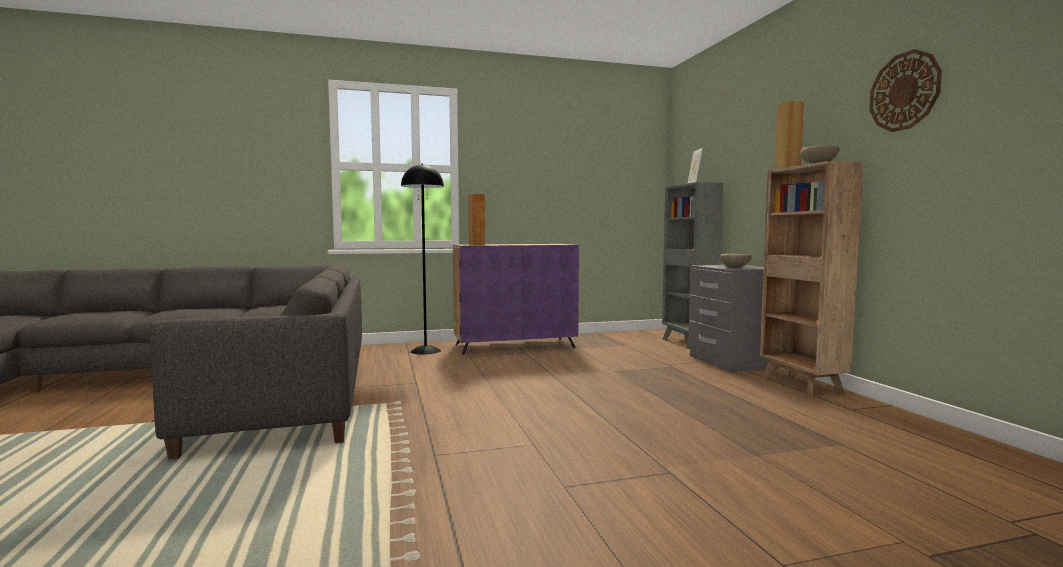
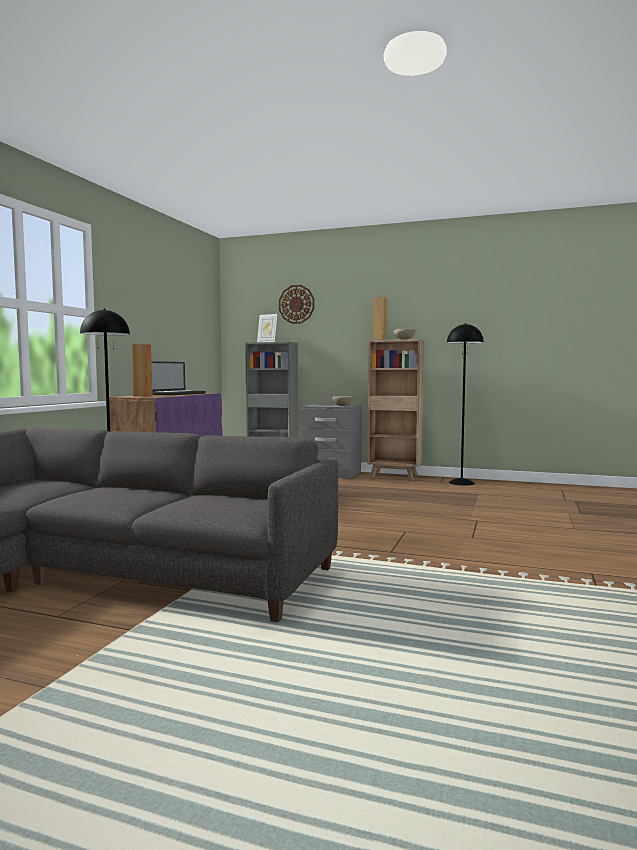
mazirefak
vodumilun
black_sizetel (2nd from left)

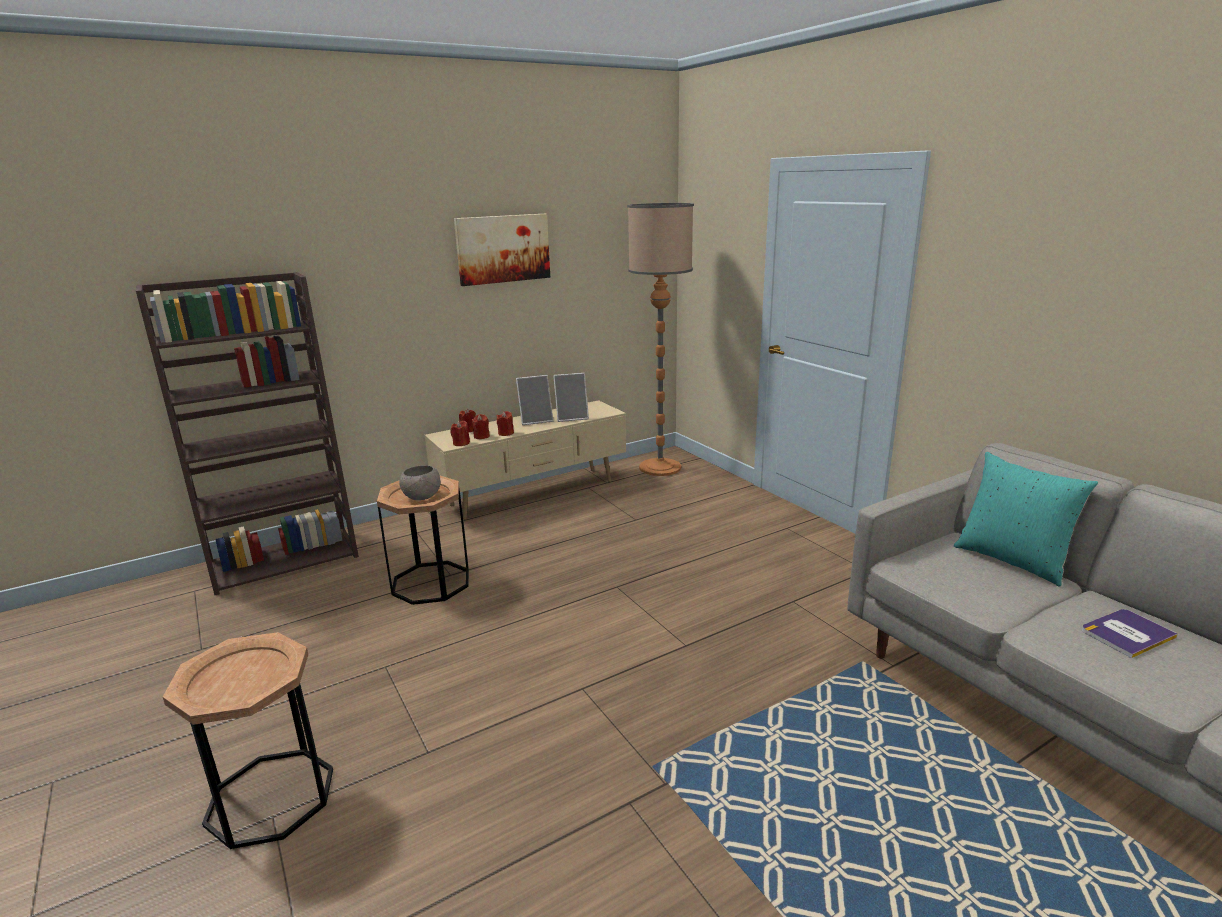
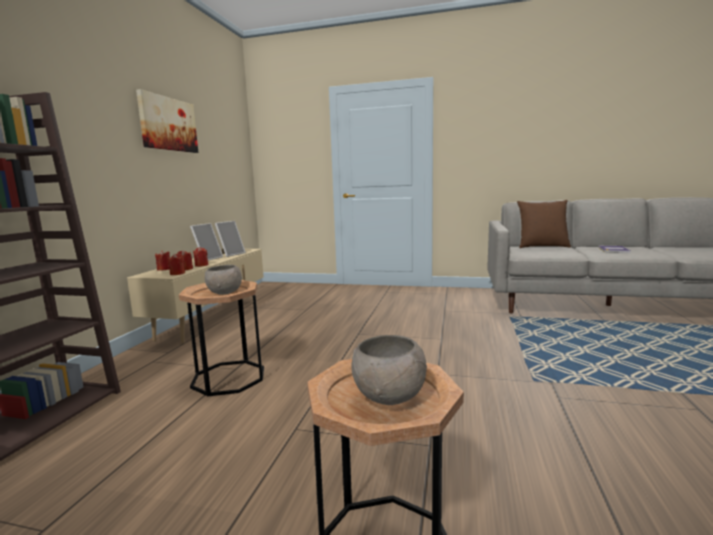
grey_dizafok (2nd from left)
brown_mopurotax
sizetel

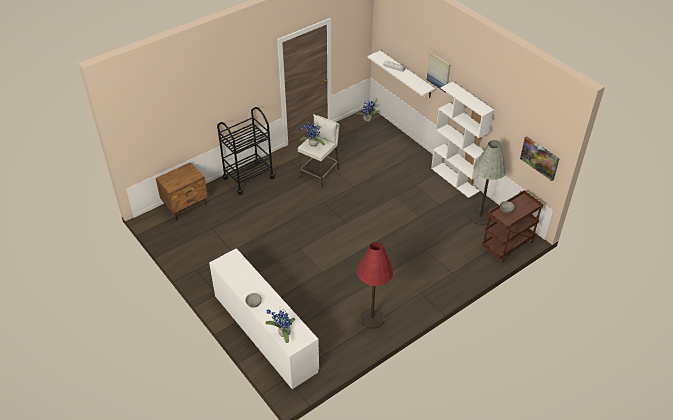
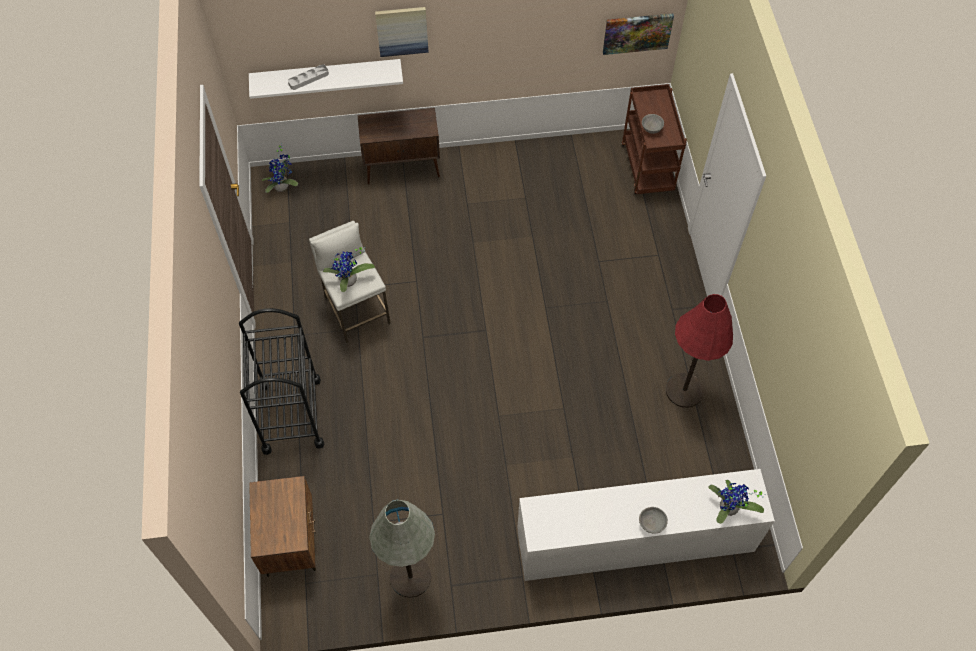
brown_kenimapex
grey_sizetel
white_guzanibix

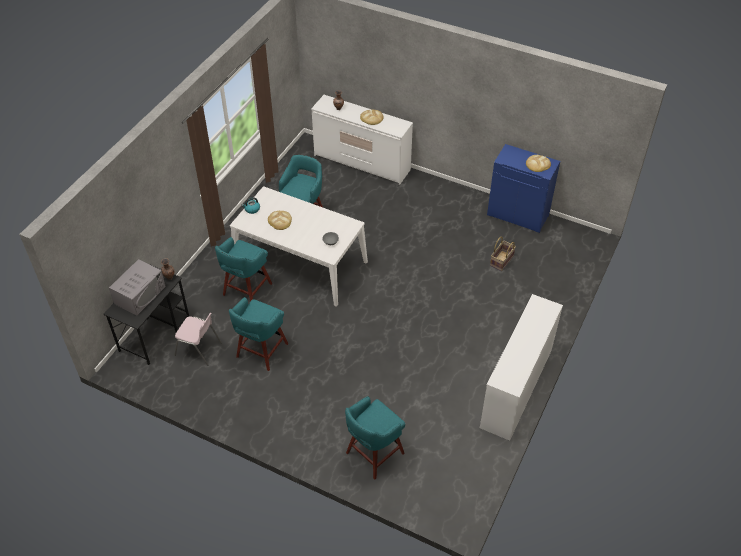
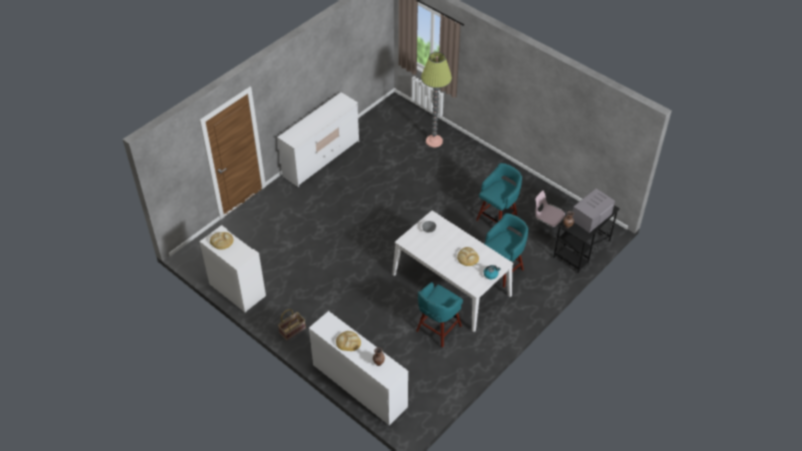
white_kenimapex
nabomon
sizetel

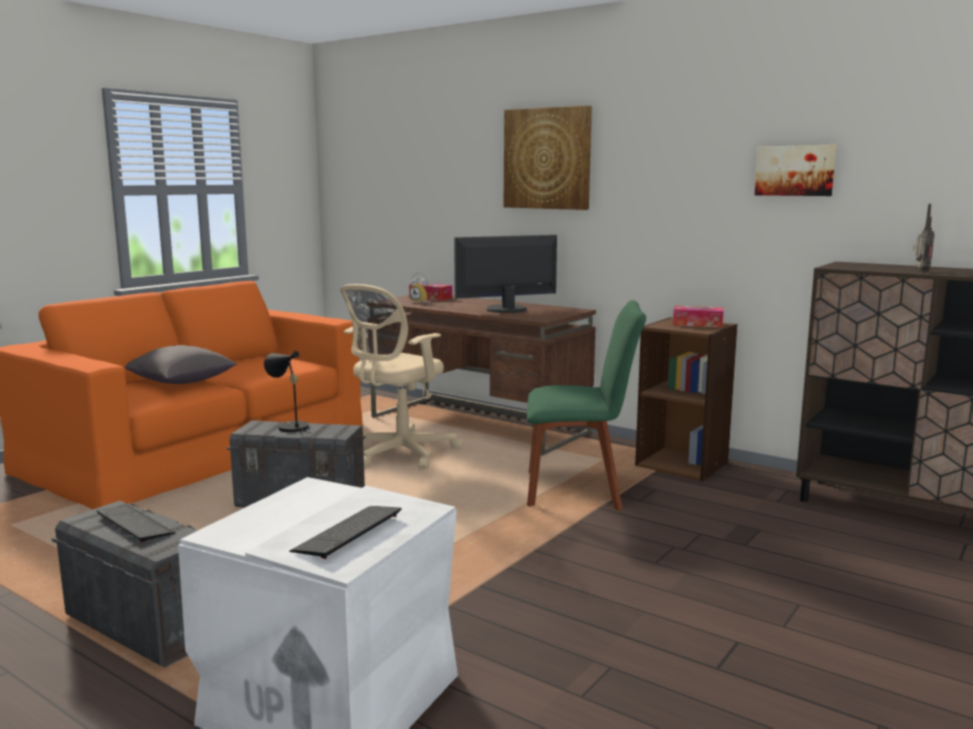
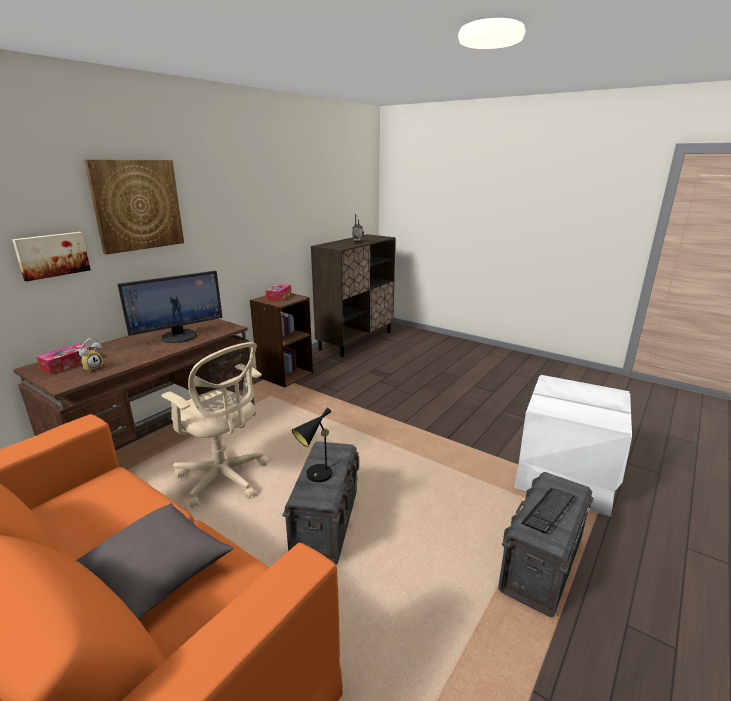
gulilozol (1st from left)
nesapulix
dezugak (2nd from left in the first image)
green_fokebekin

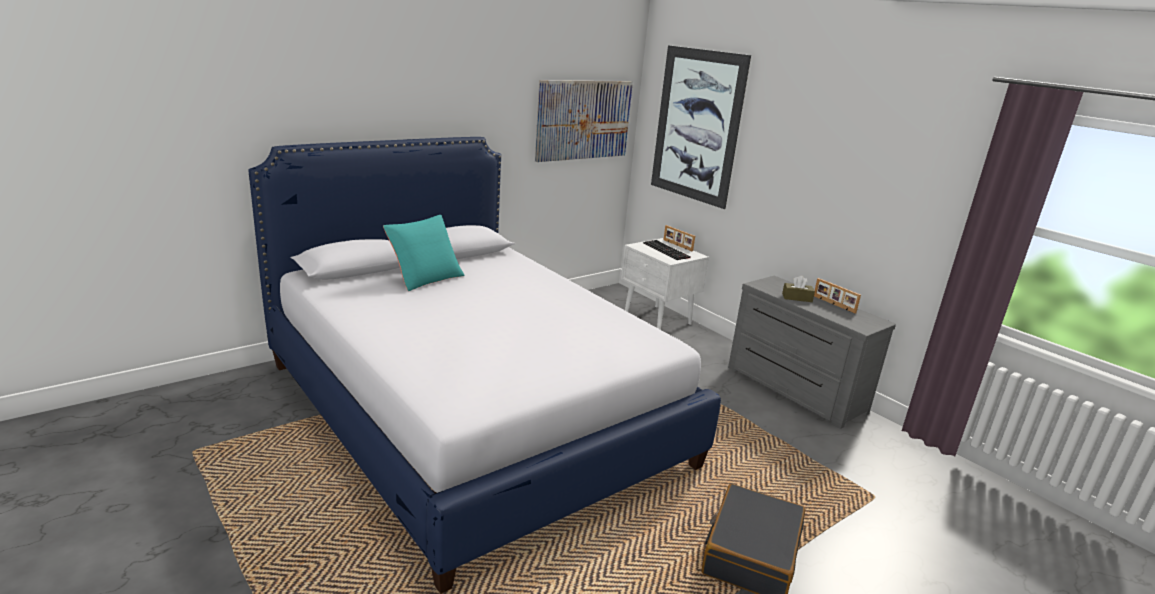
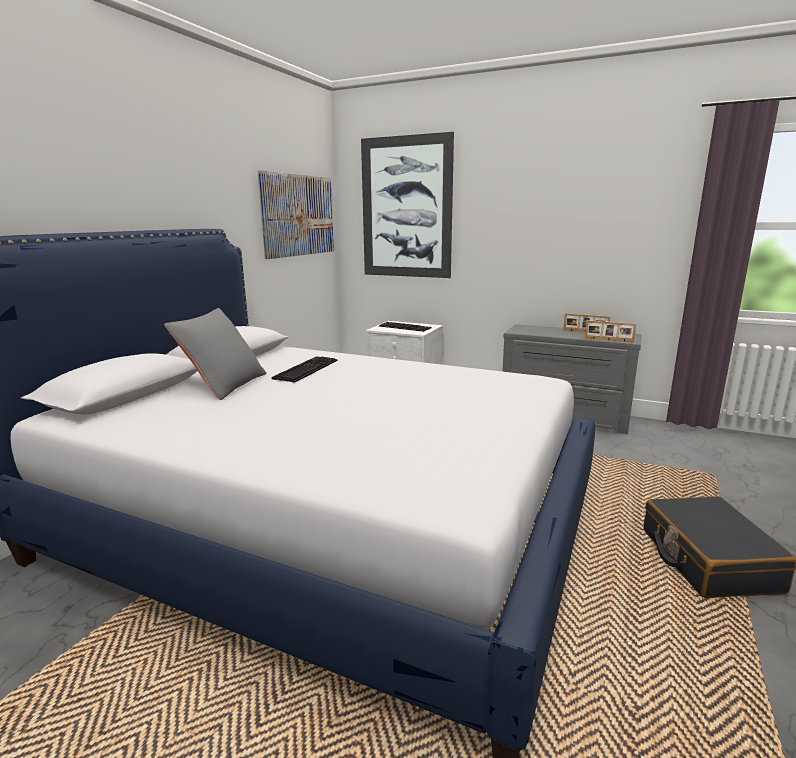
grey_mopurotax
dezugak (1st from left)
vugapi (2nd from left)
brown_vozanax

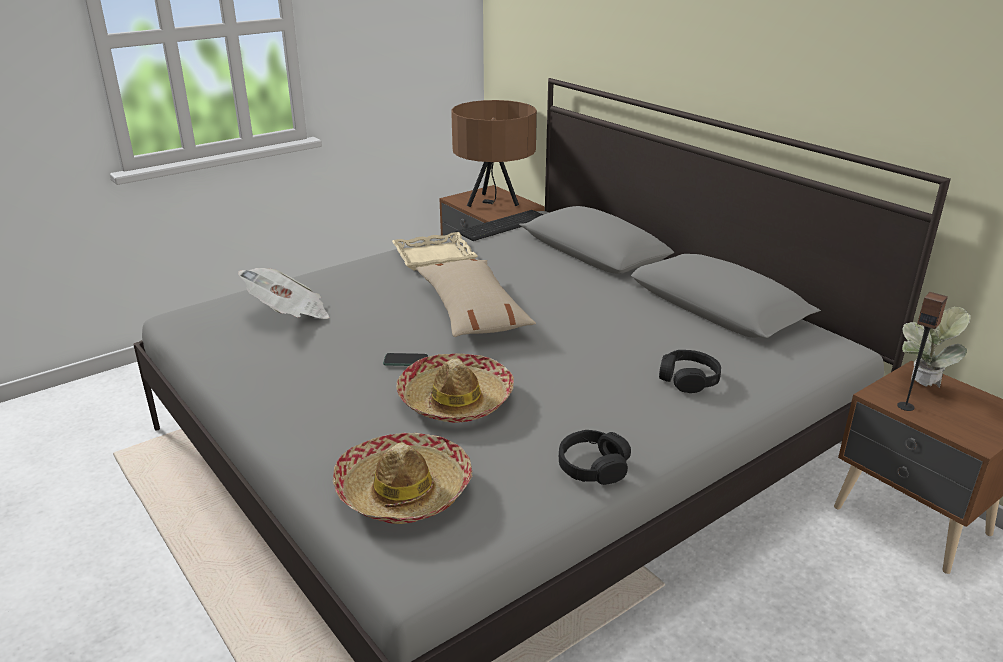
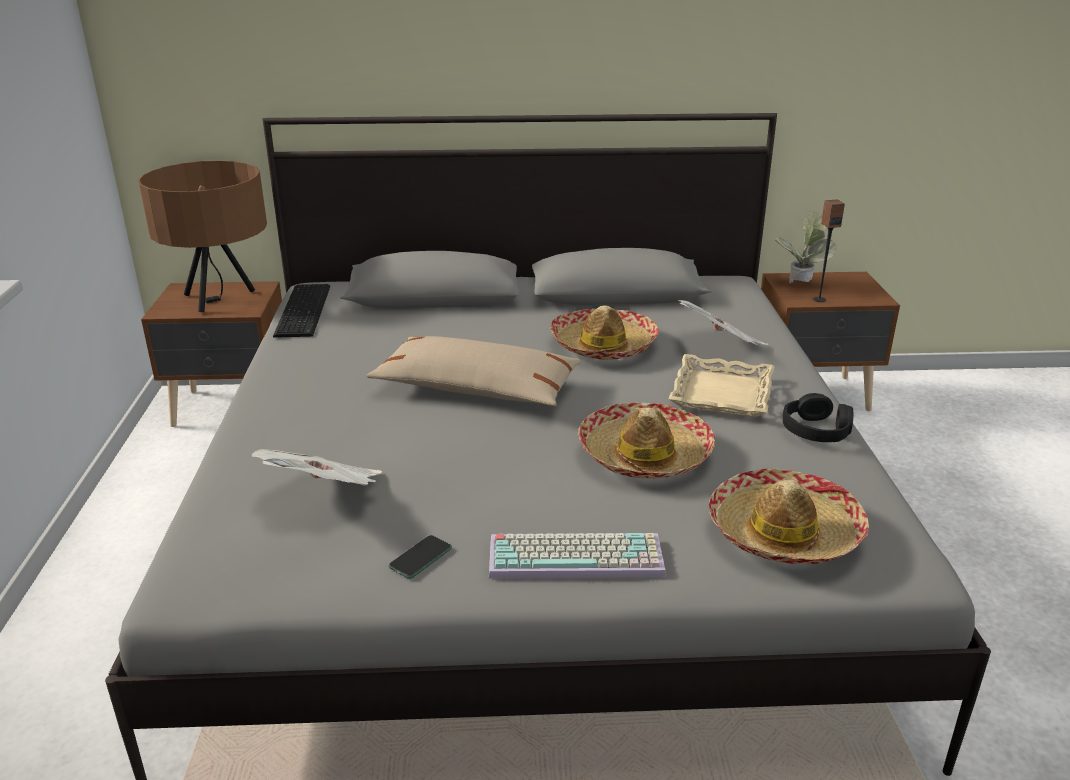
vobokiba
dezugak (2nd from left)
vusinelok (1st from left)
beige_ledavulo
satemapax (2nd from left)

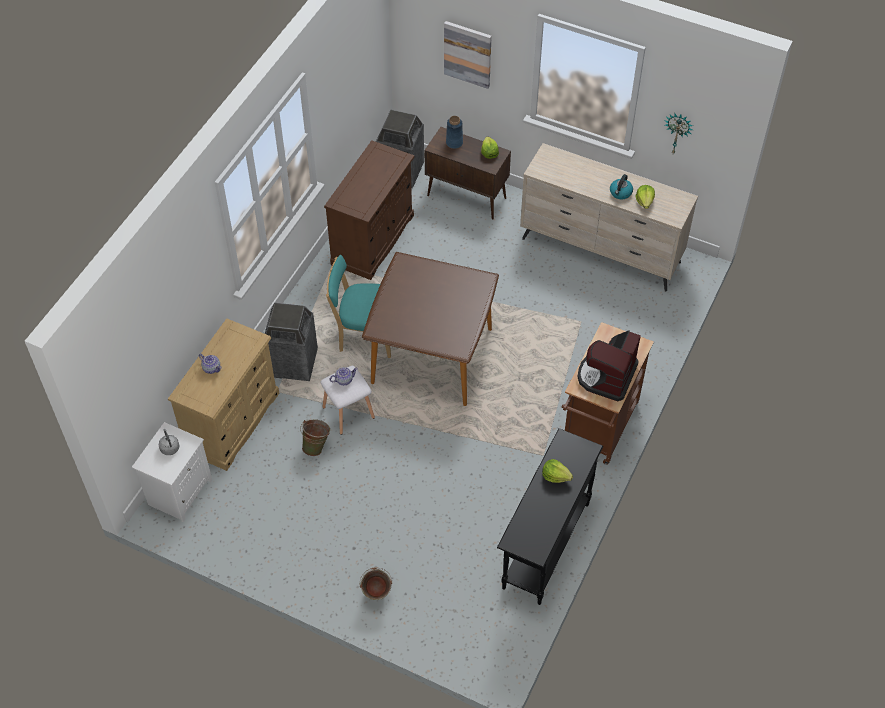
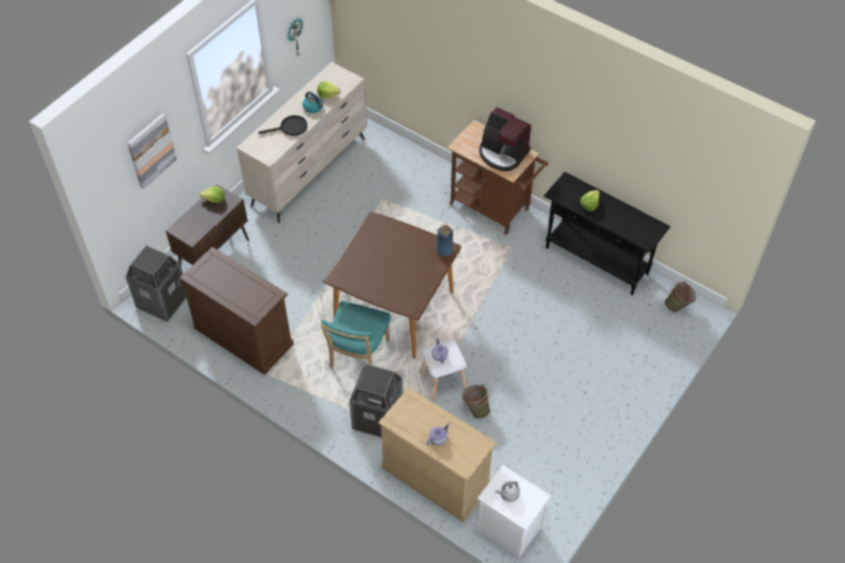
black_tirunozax
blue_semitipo
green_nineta (2nd from left)

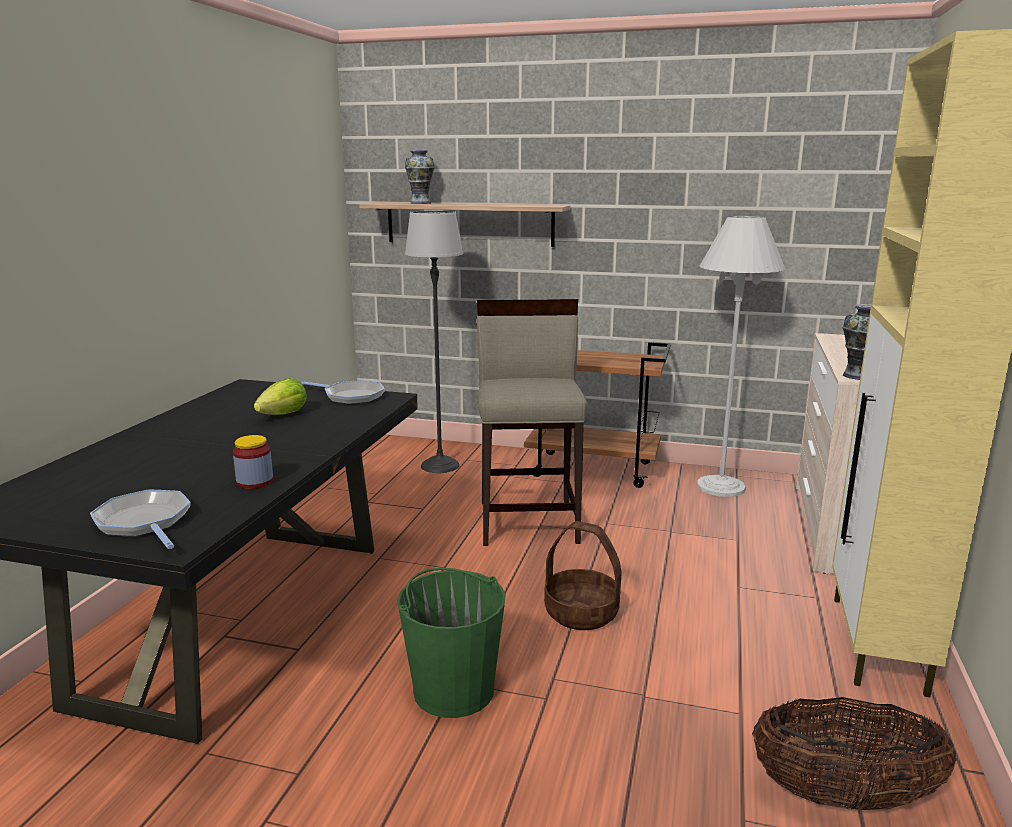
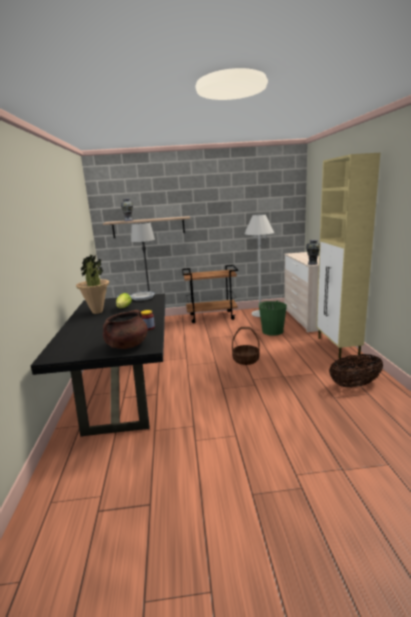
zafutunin
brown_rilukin
green_nineta
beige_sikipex

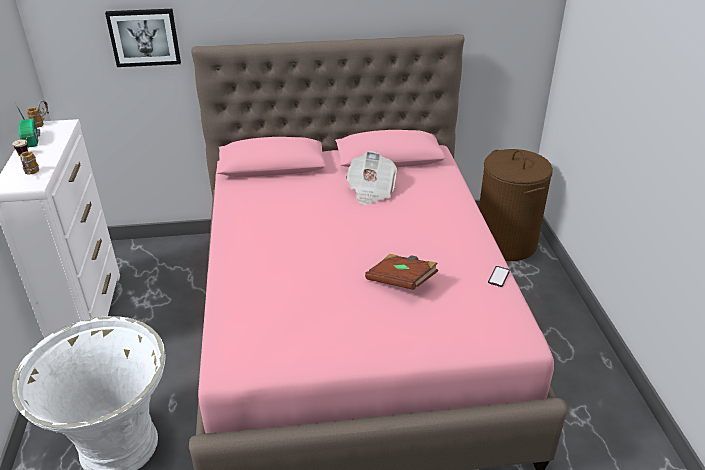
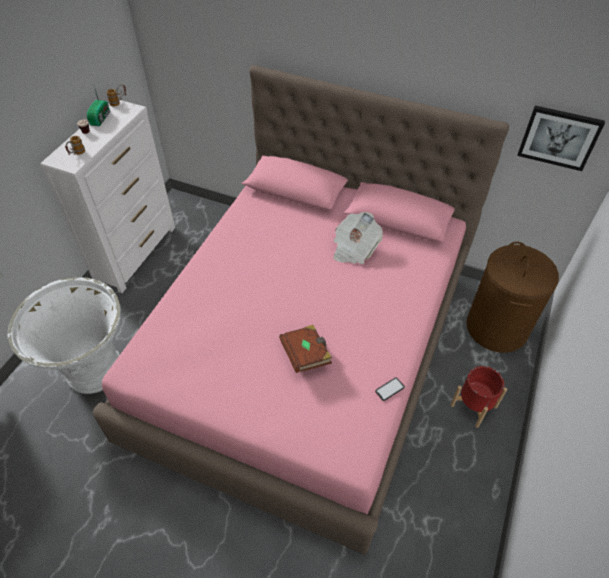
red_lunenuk
gulilozol

